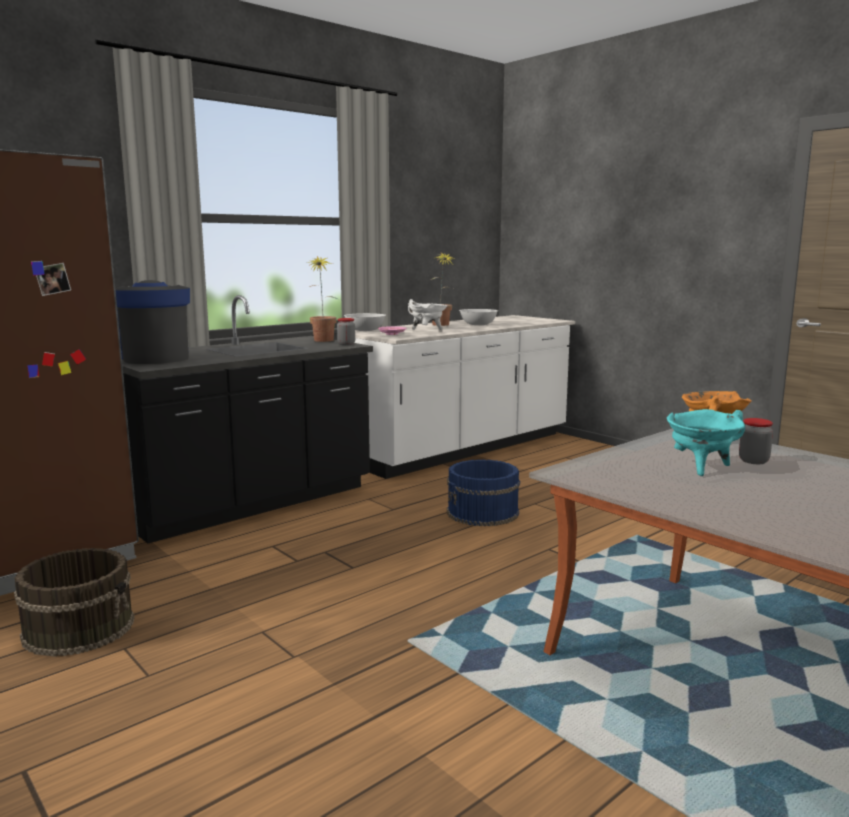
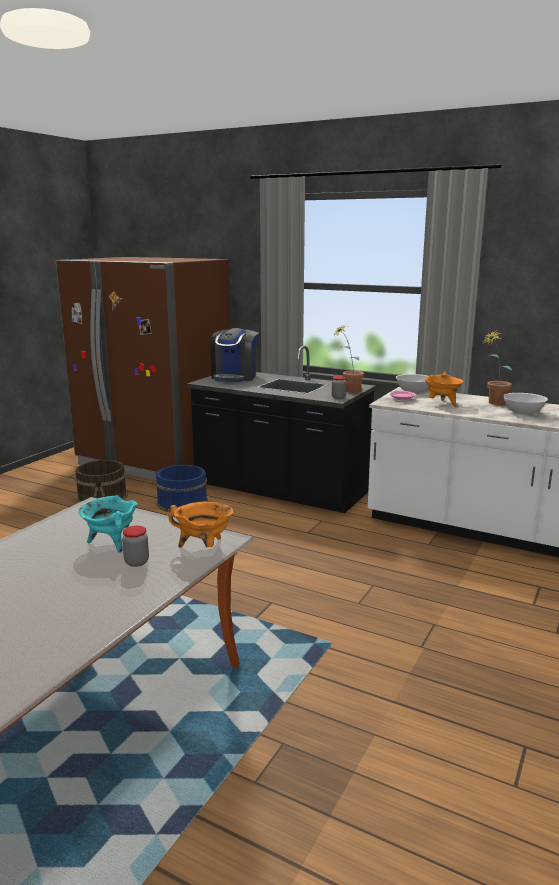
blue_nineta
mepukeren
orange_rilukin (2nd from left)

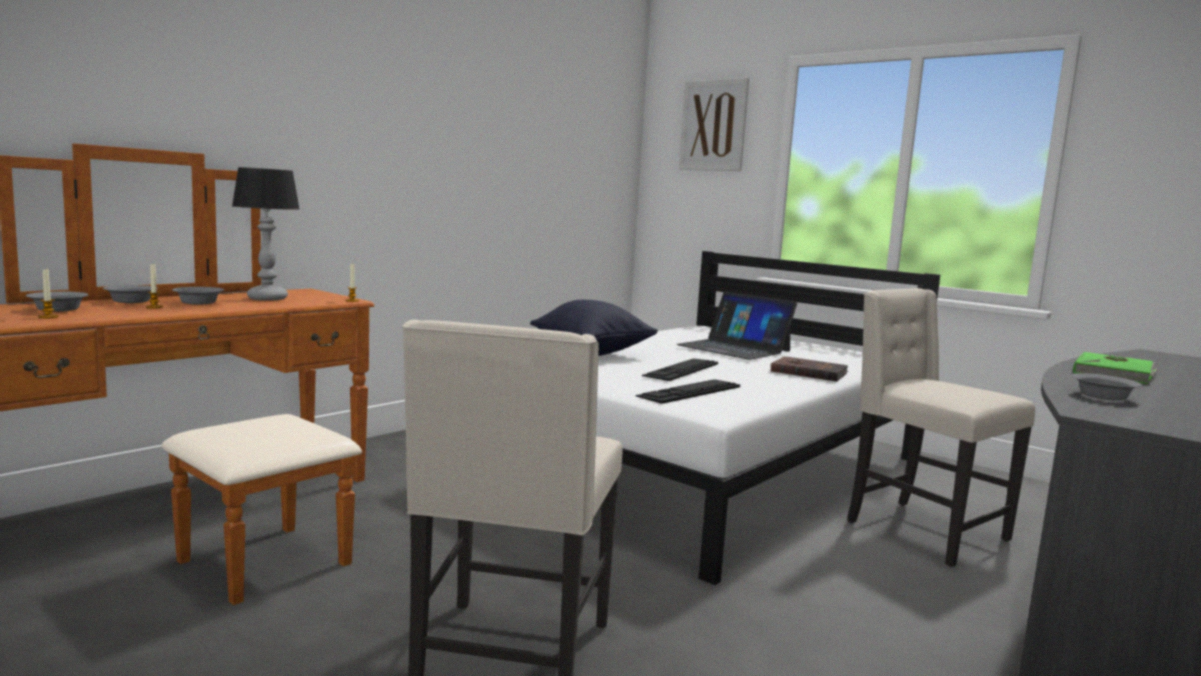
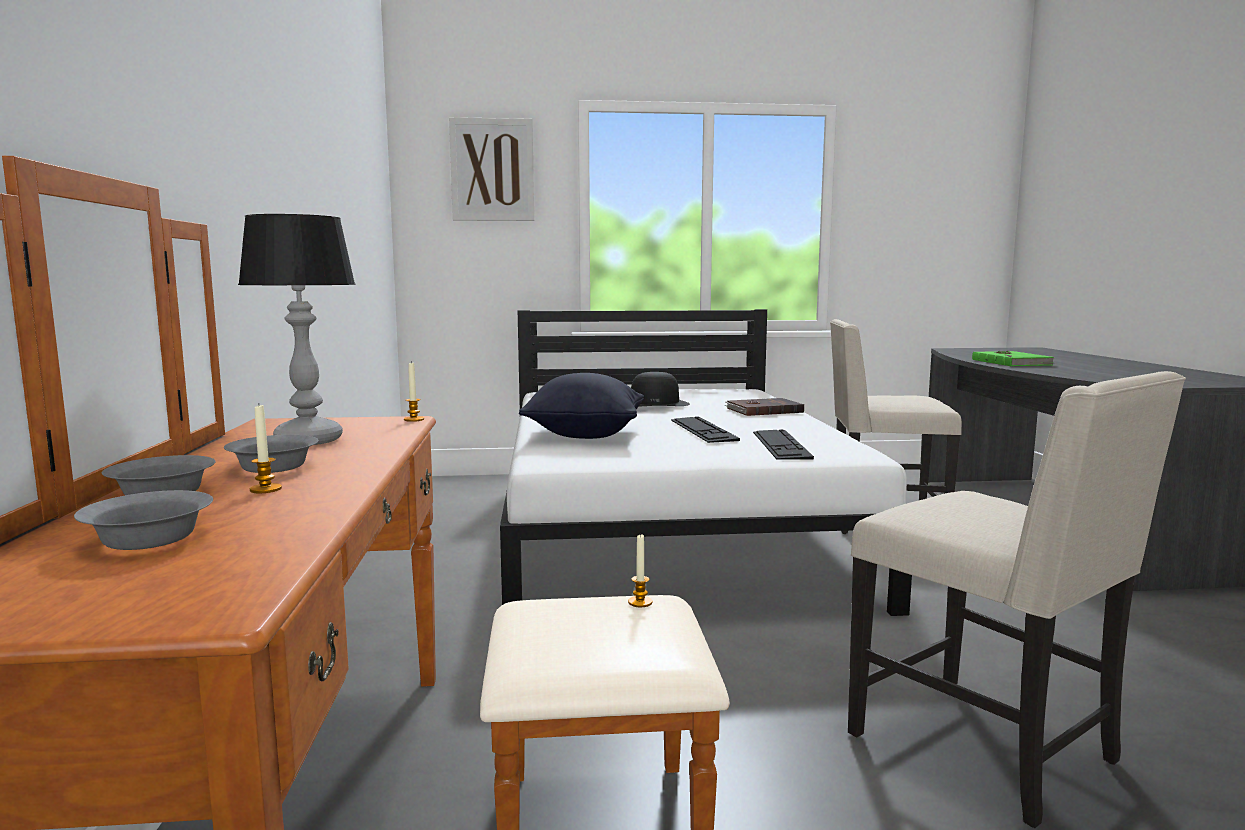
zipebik (3rd from left)
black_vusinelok
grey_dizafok (4th from left in the first image)

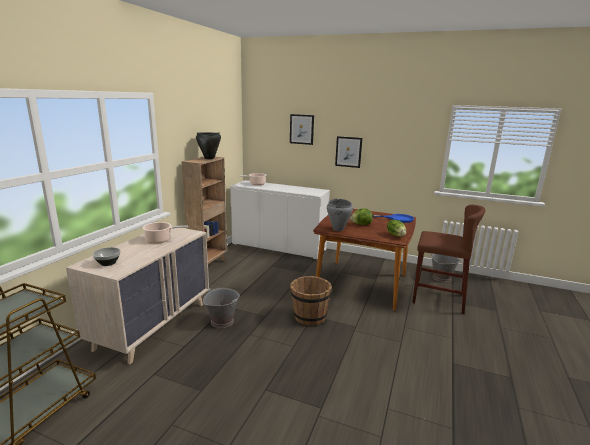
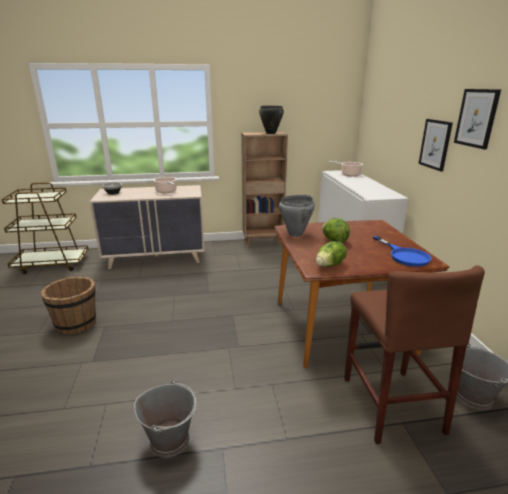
brown_nineta
grey_nineta (1st from left)
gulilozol (2nd from left)

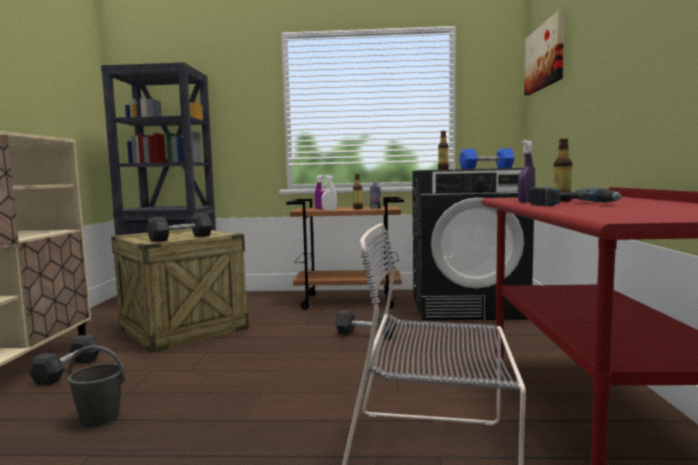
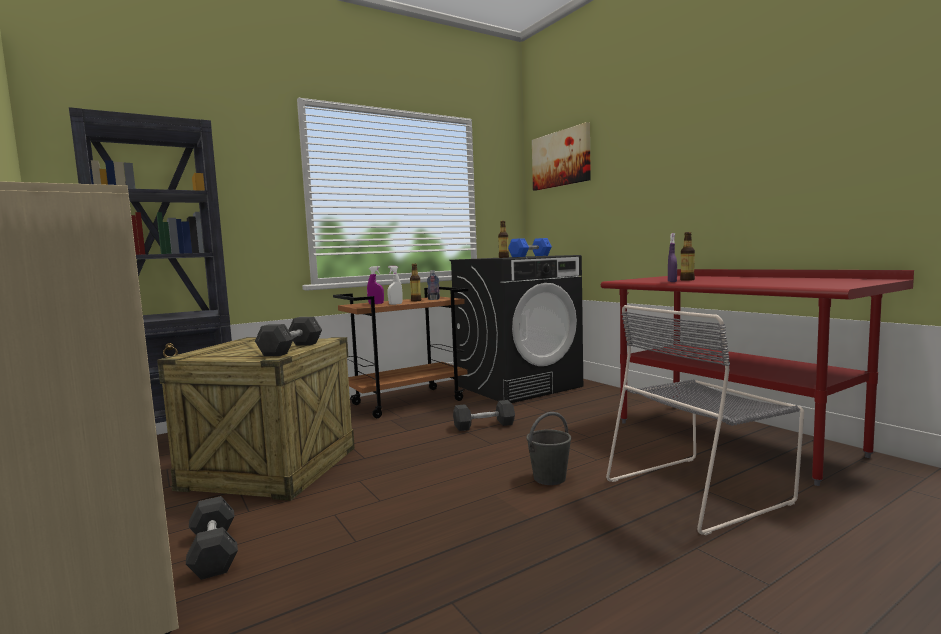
grey_nineta
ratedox

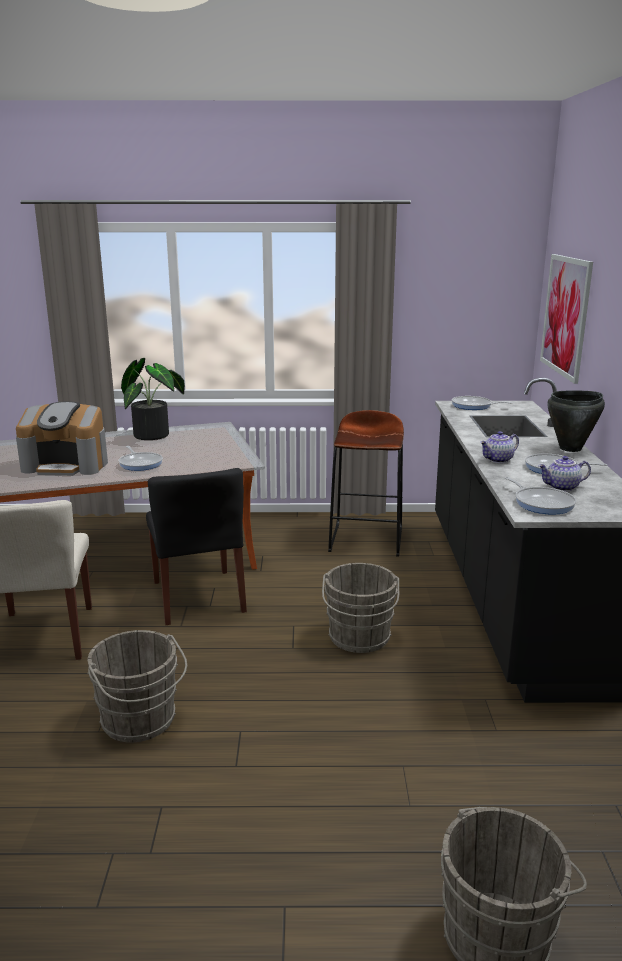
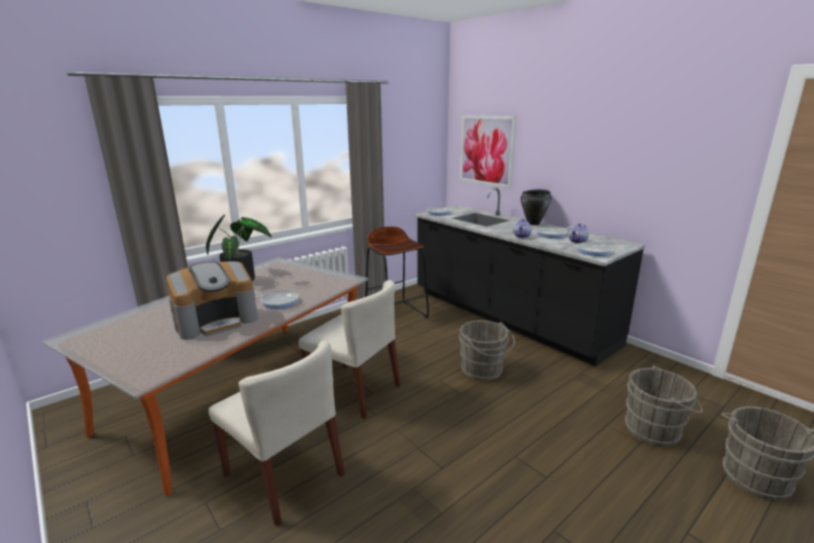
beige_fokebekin (2nd from left)
grey_nineta (2nd from left)

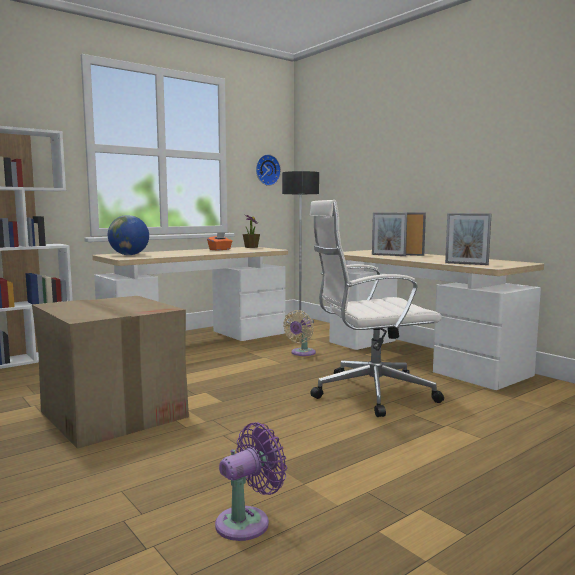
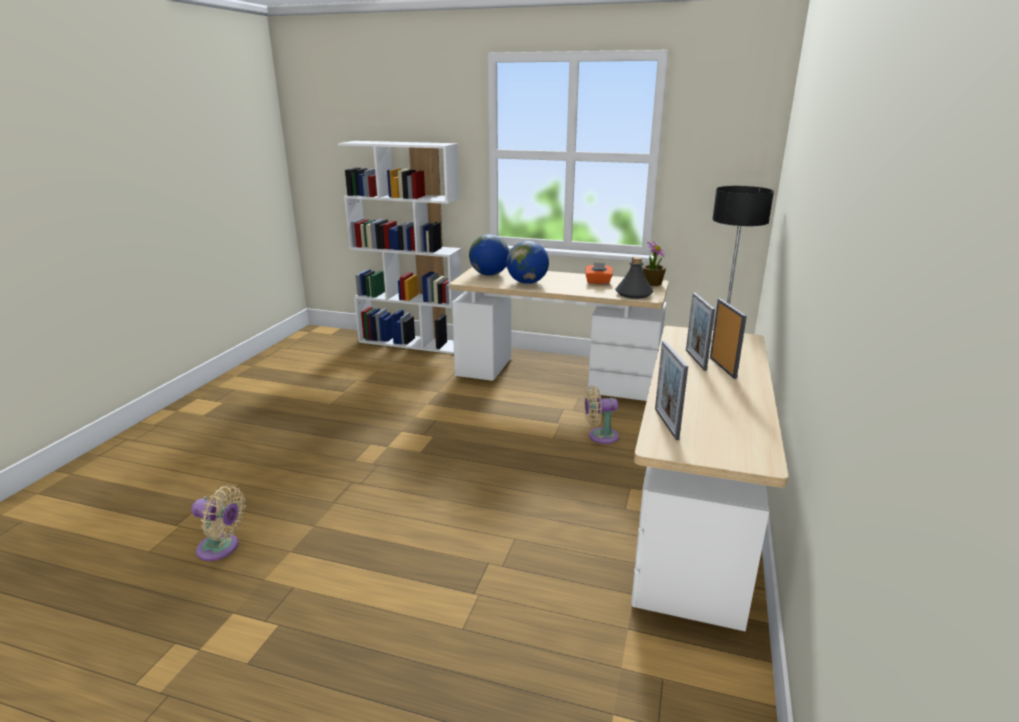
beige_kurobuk (1st from left)
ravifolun (2nd from left)
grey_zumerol
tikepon
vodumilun
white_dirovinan

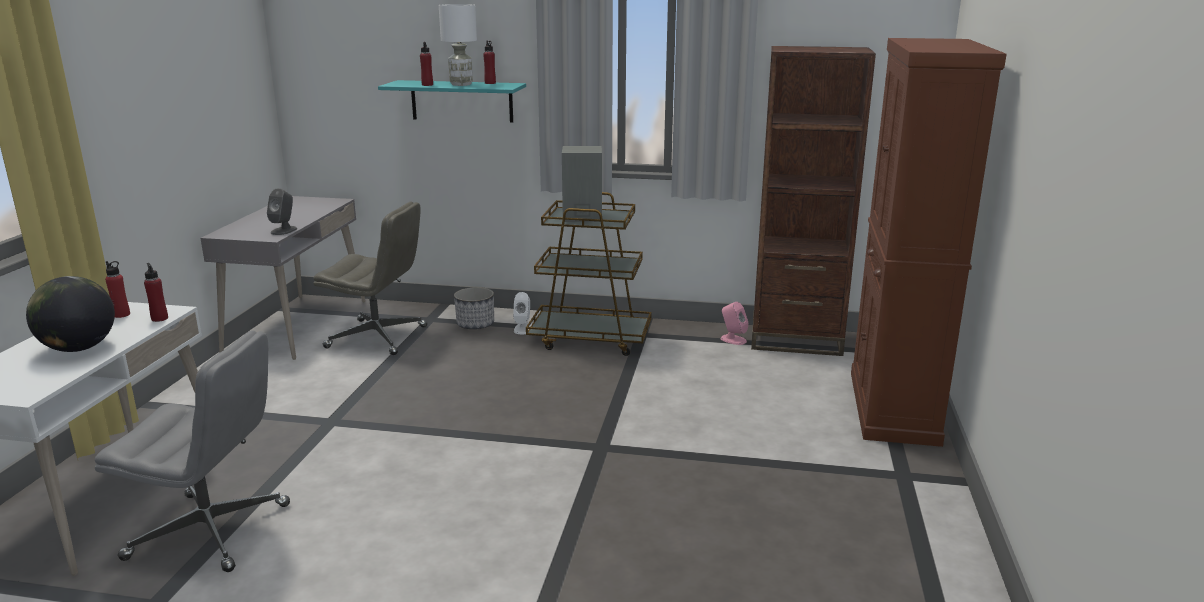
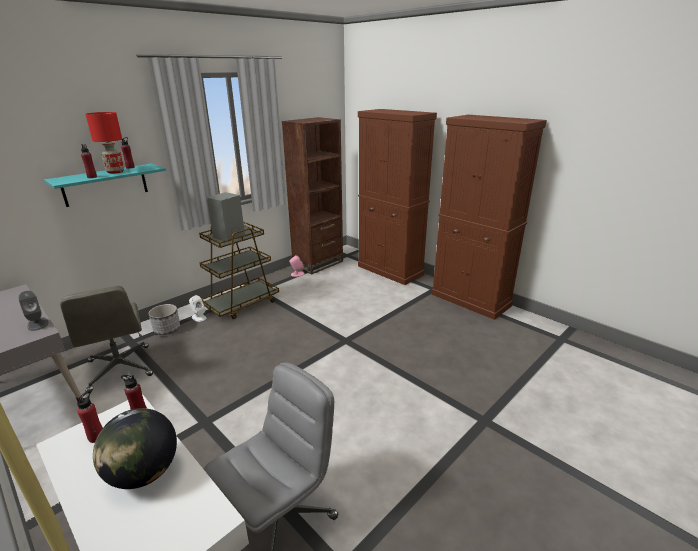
grey_dirovinan (1st from left)
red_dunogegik
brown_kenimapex (2nd from left)

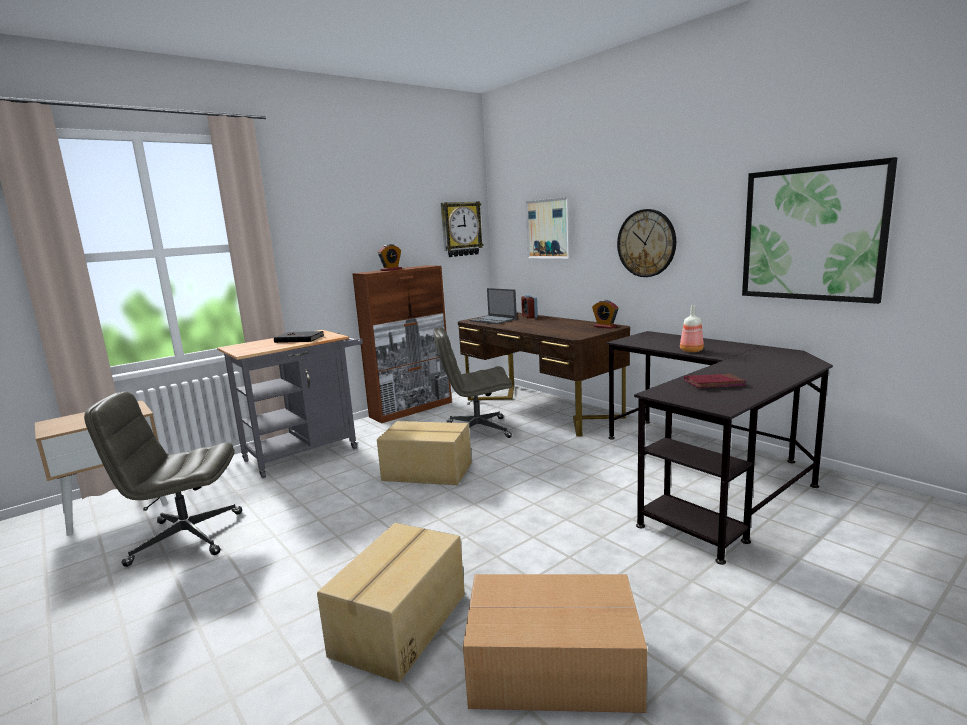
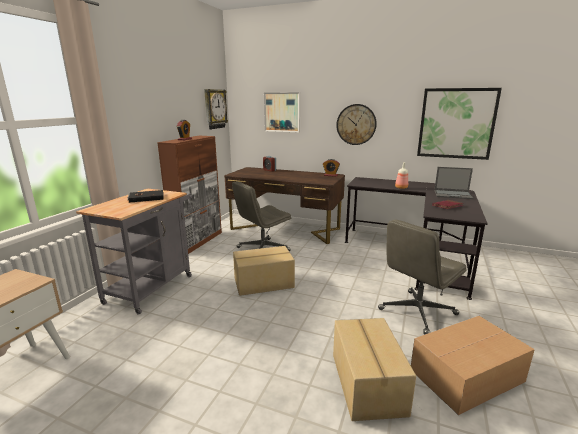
grey_dirovinan (2nd from left)
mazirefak

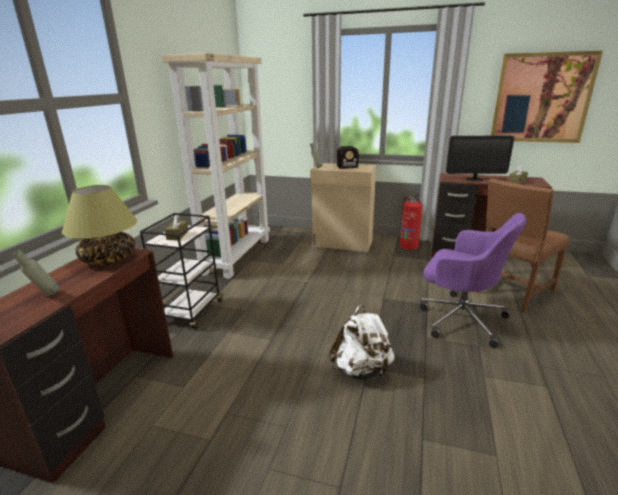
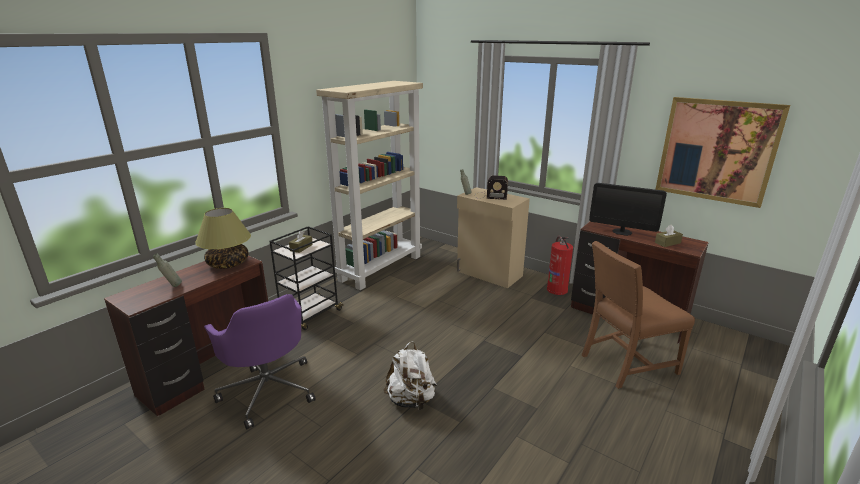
purple_dirovinan

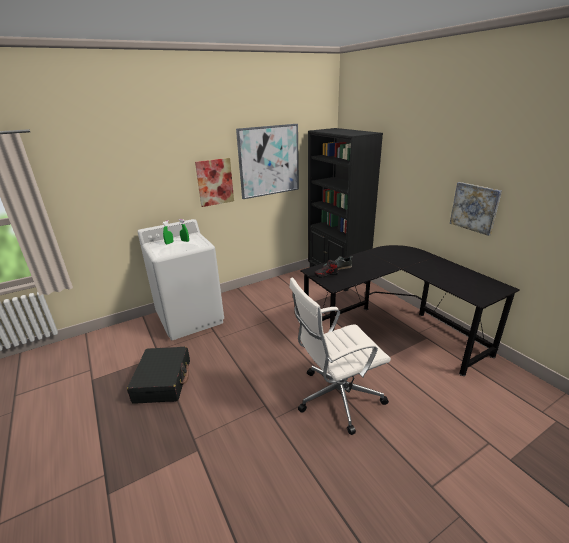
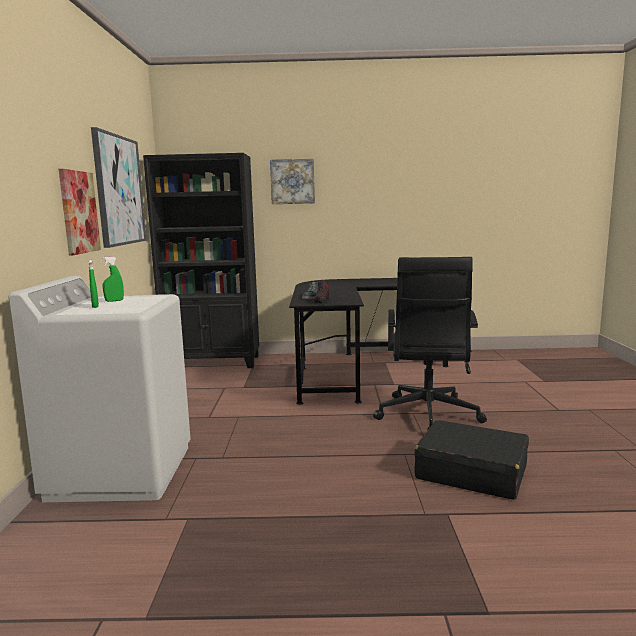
gulilozol (3rd from left)
black_dirovinan
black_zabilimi

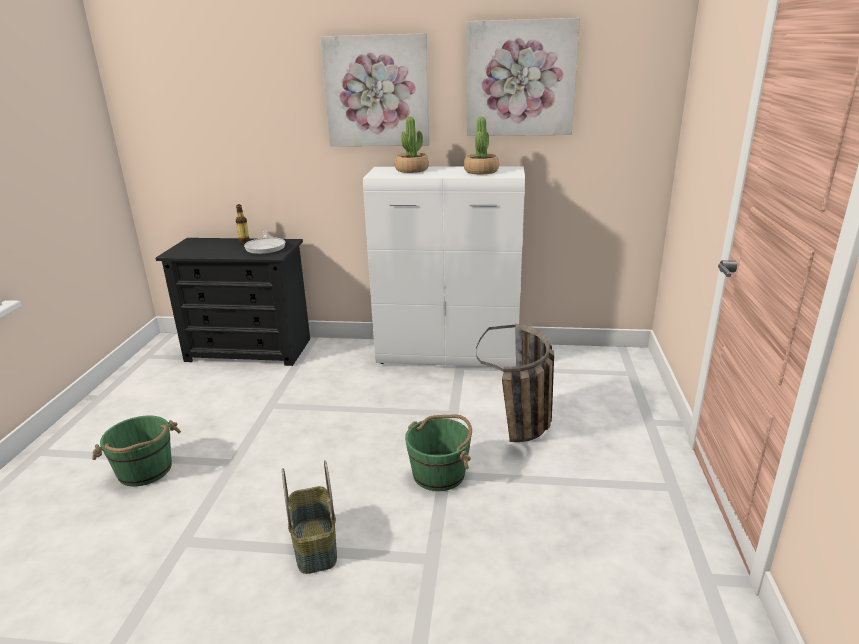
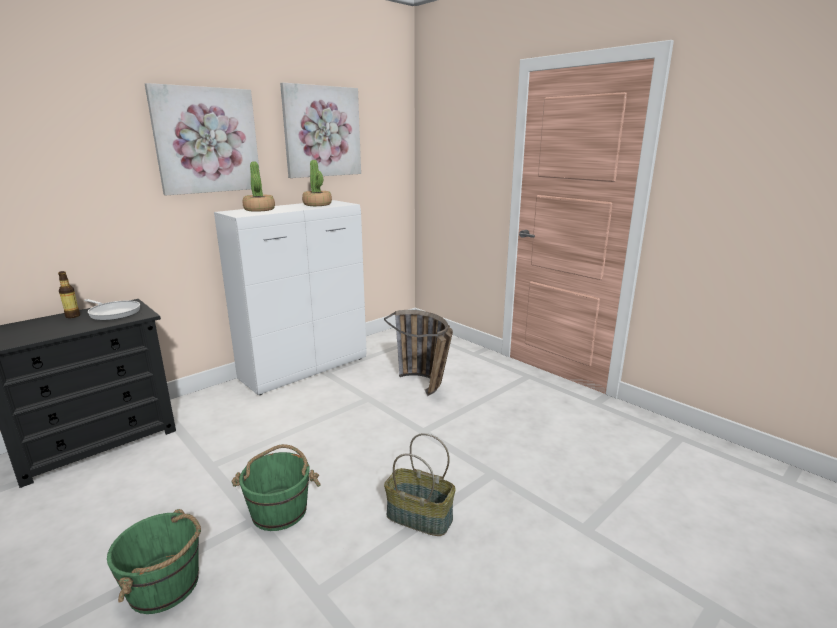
green_nineta (2nd from left)

